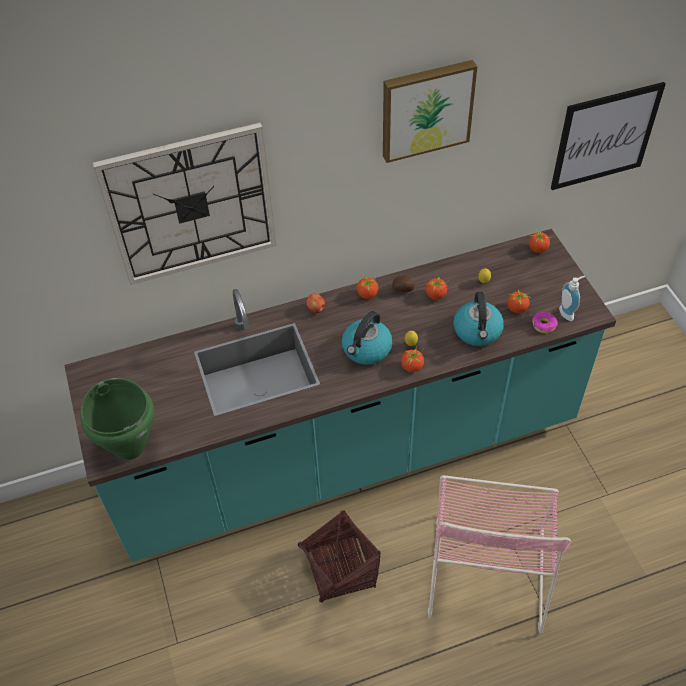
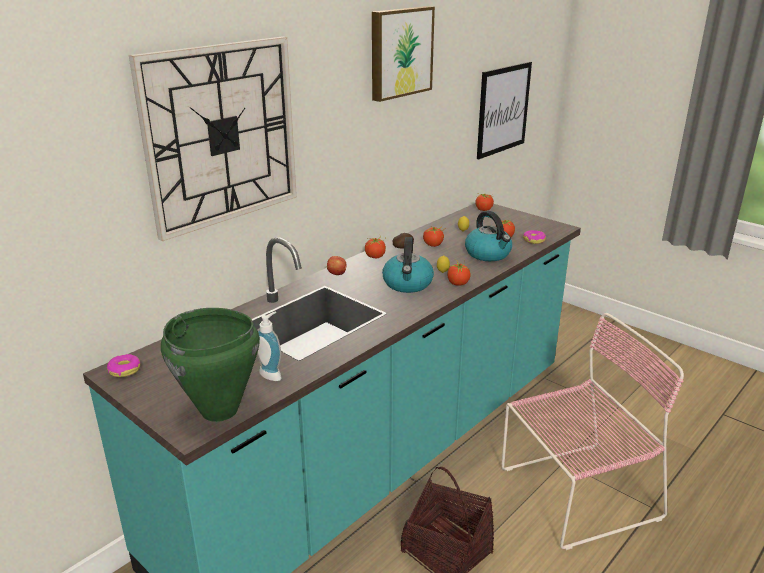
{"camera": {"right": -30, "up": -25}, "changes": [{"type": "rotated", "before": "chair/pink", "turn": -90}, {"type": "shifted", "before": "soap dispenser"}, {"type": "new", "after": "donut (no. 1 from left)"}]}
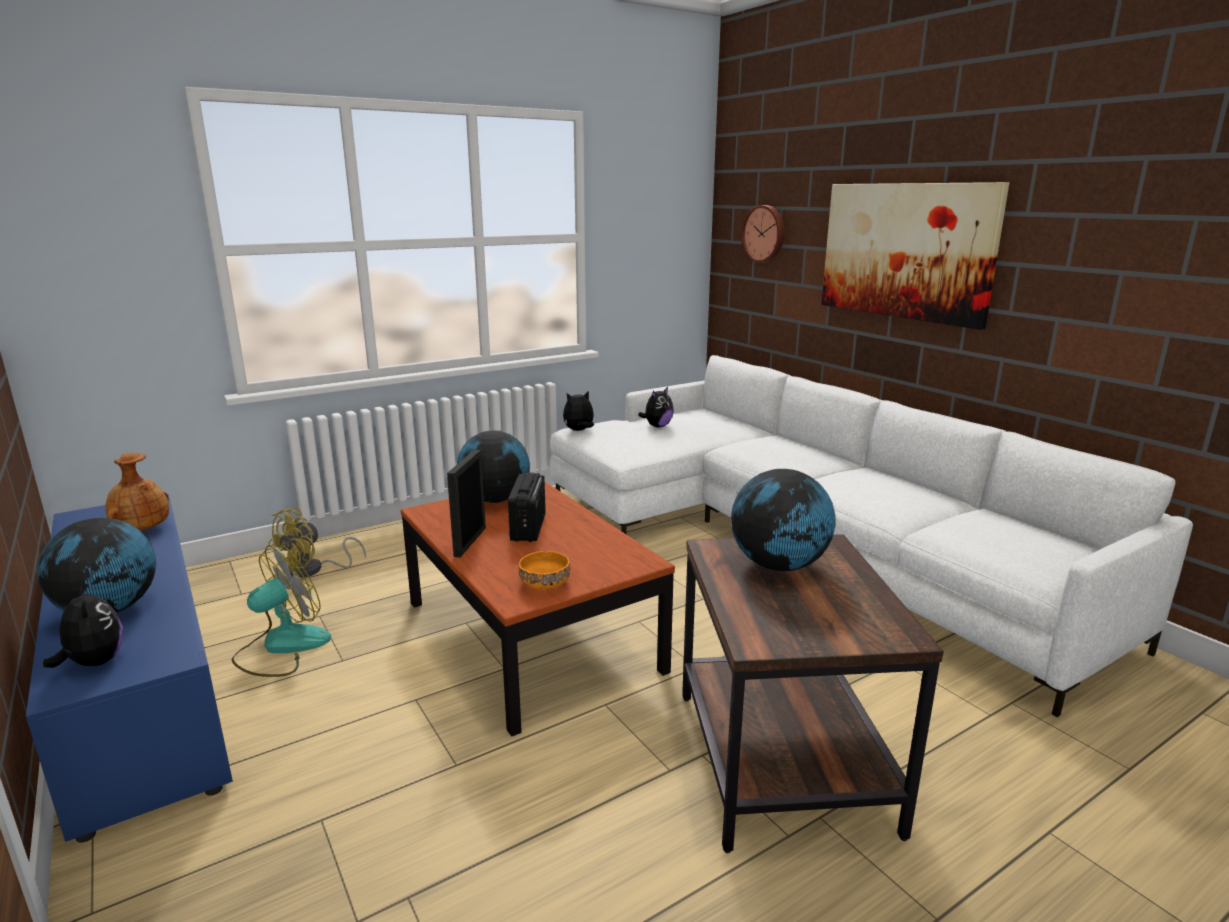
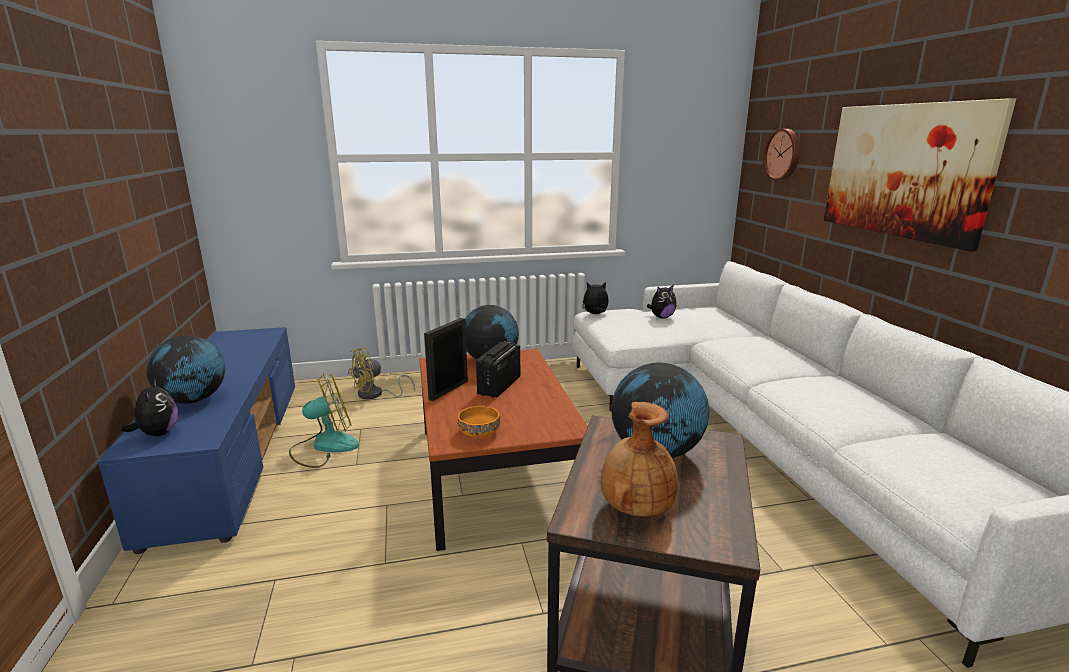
{"camera": {"right": 20, "up": 0}, "changes": [{"type": "shifted", "before": "vase/brown"}]}
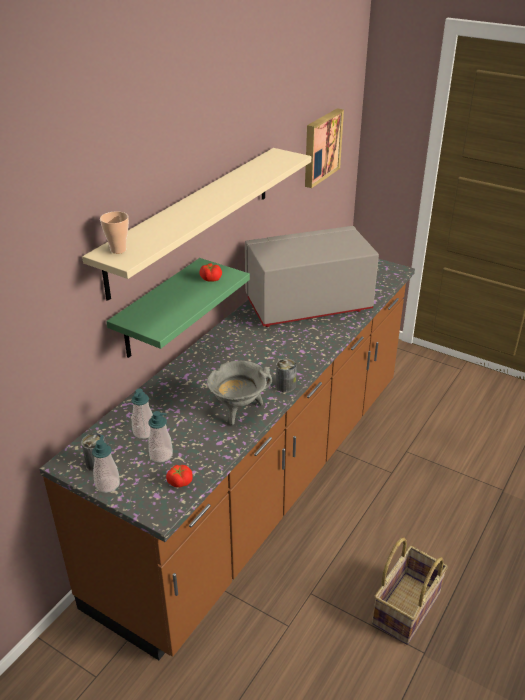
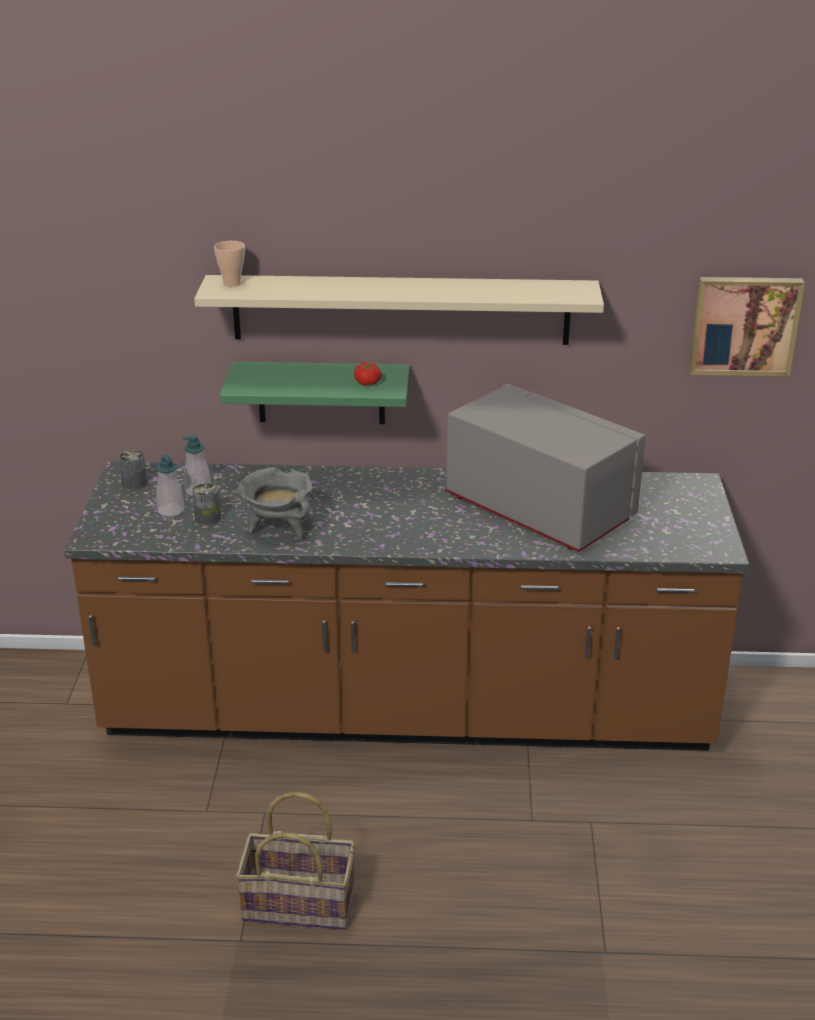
{"camera": {"right": 60, "up": -5}, "changes": [{"type": "gone", "before": "soap dispenser (no. 1 from left)"}, {"type": "gone", "before": "tomato (no. 1 from left)"}, {"type": "shifted", "before": "can (no. 2 from left)"}]}
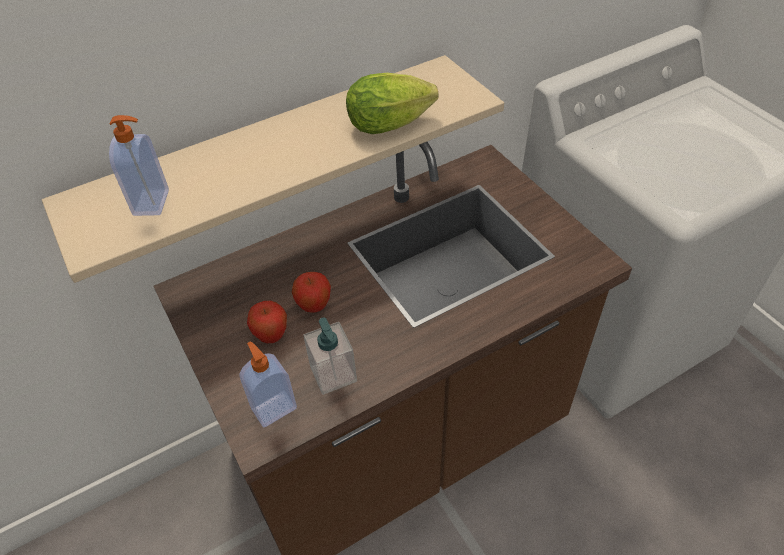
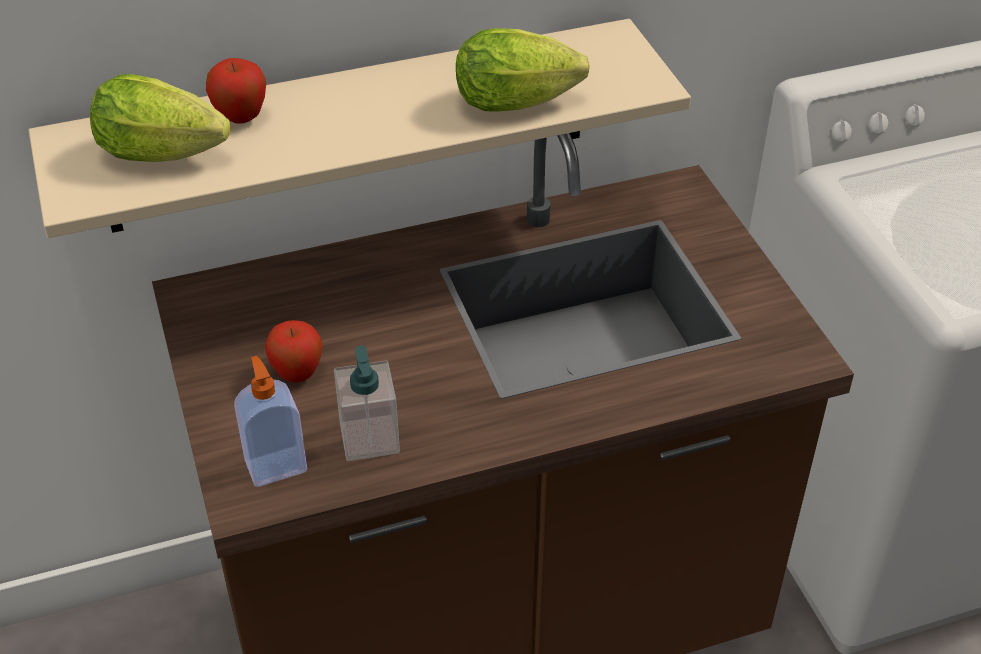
{"camera": {"right": 10, "up": -5}, "changes": [{"type": "swapped", "before": "soap dispenser (no. 1 from left)", "after": "lettuce (no. 1 from left)"}, {"type": "shifted", "before": "apple (no. 2 from left in the first image)", "after": "apple (no. 1 from left)"}]}
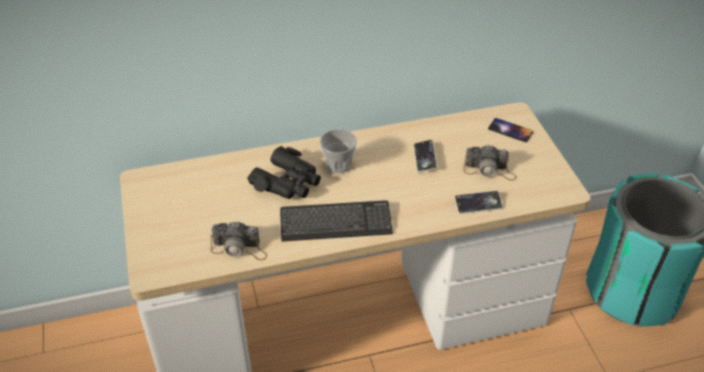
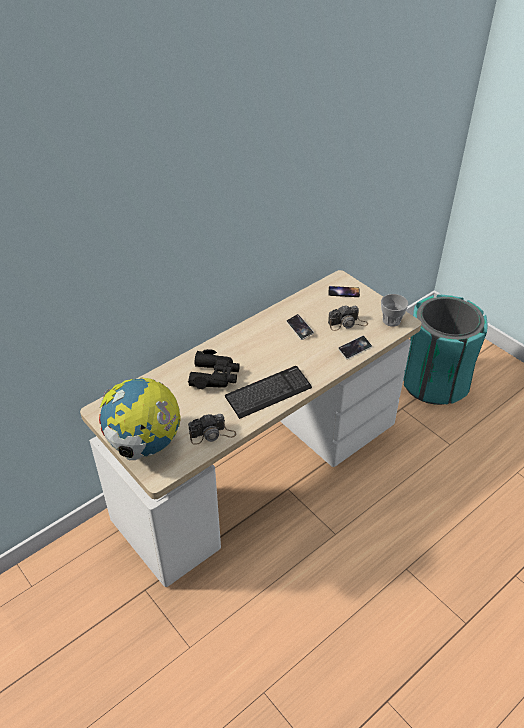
{"camera": {"right": -25, "up": 0}, "changes": [{"type": "shifted", "before": "cup"}, {"type": "new", "after": "globe"}]}
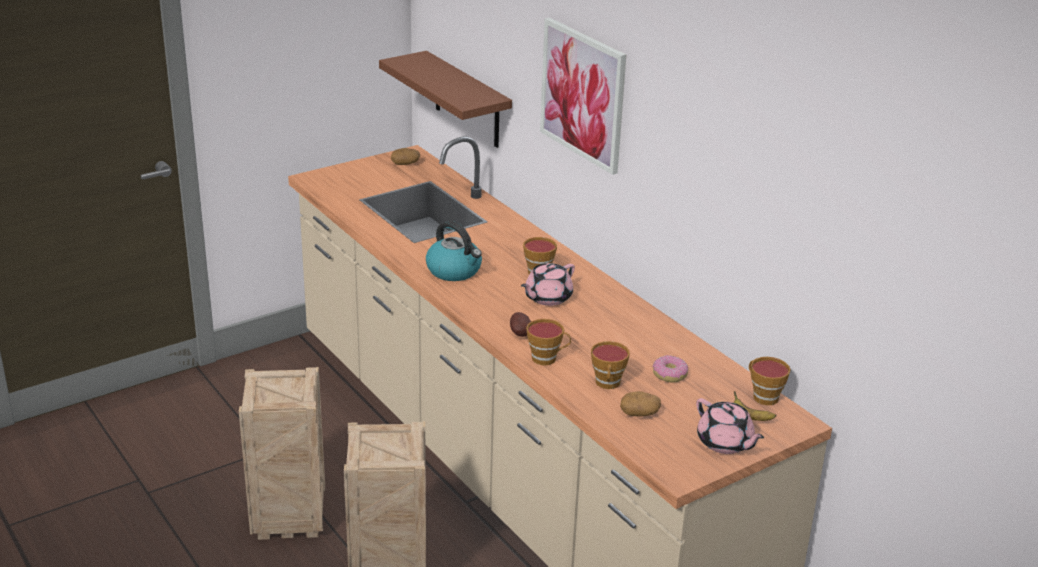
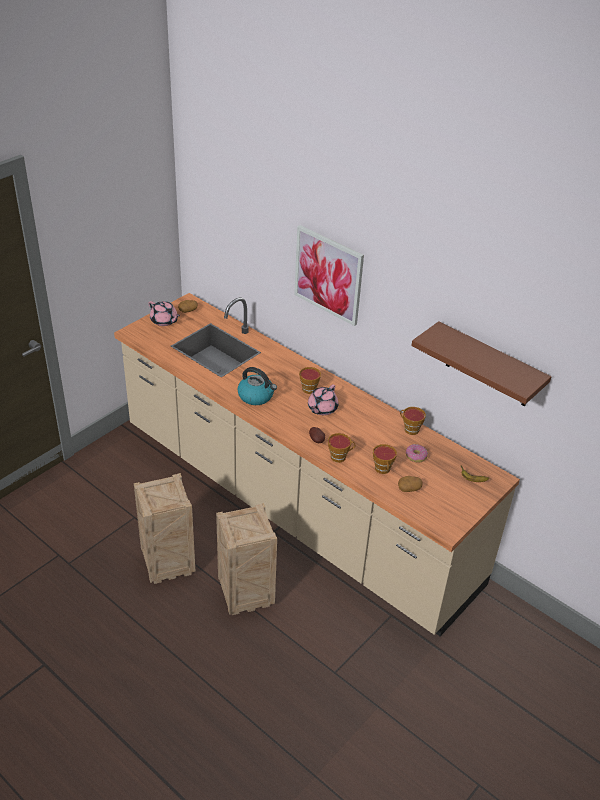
{"camera": {"right": -15, "up": 10}, "changes": [{"type": "shifted", "before": "shelf/brown"}, {"type": "shifted", "before": "teapot/pink (no. 2 from left in the first image)", "after": "teapot/pink (no. 1 from left)"}, {"type": "shifted", "before": "cup (no. 4 from left)"}]}
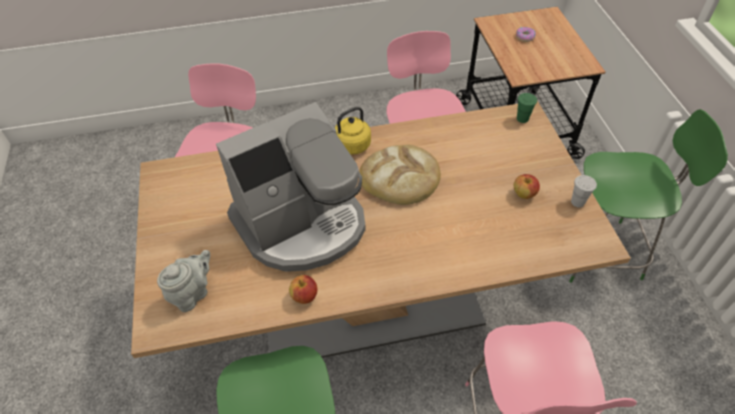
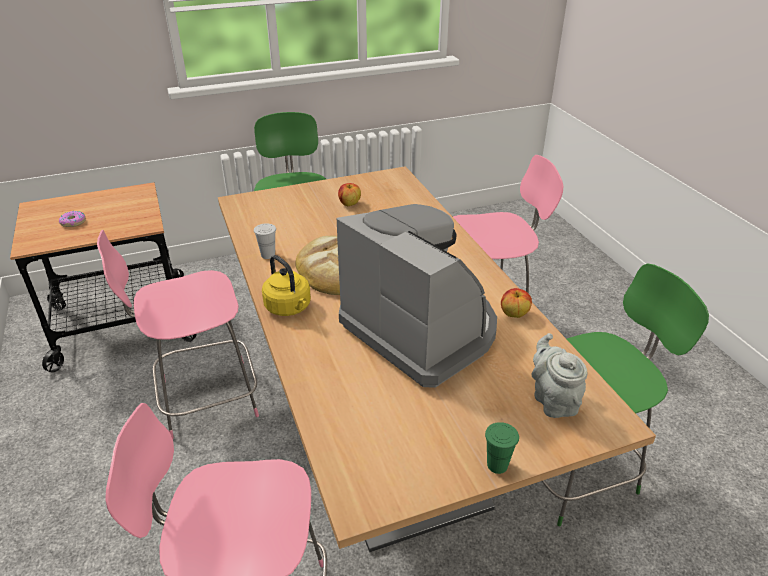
{"camera": {"right": -100, "up": -15}, "changes": [{"type": "rotated", "before": "teapot/grey", "turn": 45}, {"type": "shifted", "before": "cup/green"}, {"type": "shifted", "before": "cup/white"}]}
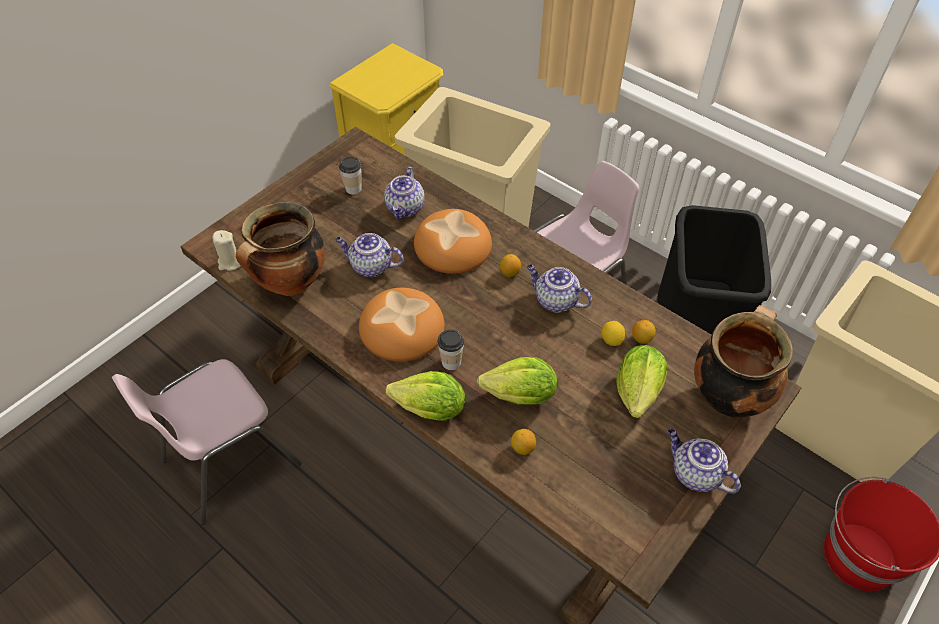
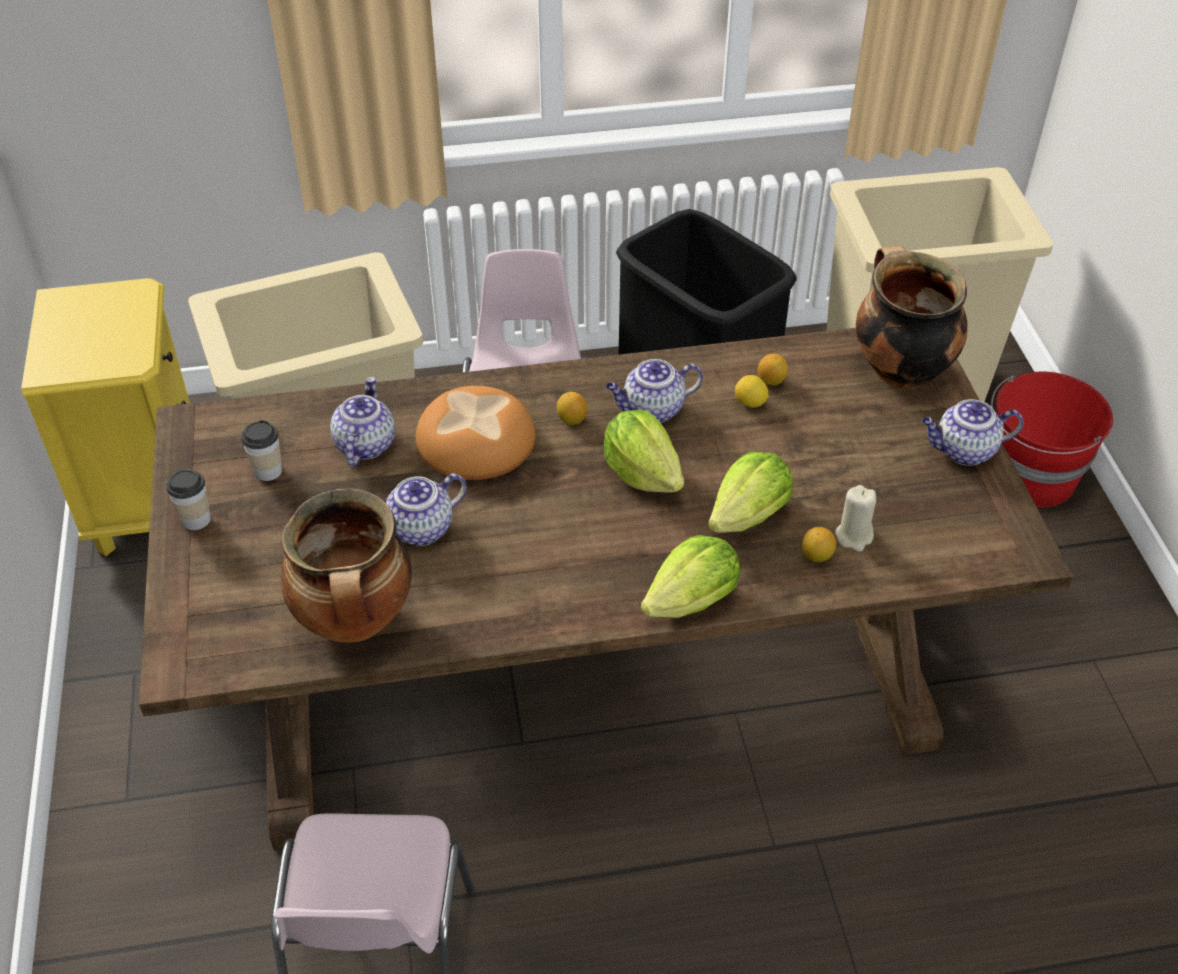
{"camera": {"right": -50, "up": -5}, "changes": [{"type": "shifted", "before": "candle/beige"}, {"type": "gone", "before": "bread (no. 1 from left)"}, {"type": "rotated", "before": "teapot (no. 2 from left in the first image)", "turn": -135}, {"type": "shifted", "before": "cup (no. 2 from left in the first image)", "after": "cup (no. 1 from left)"}, {"type": "shifted", "before": "lettuce (no. 3 from left in the first image)", "after": "lettuce (no. 1 from left)"}]}
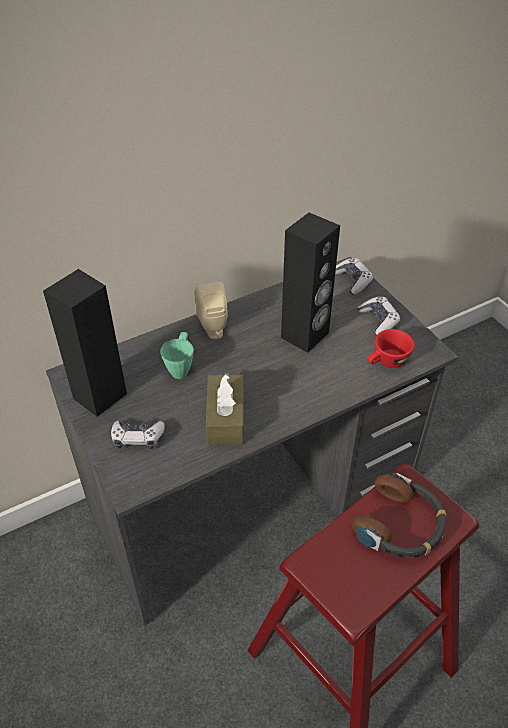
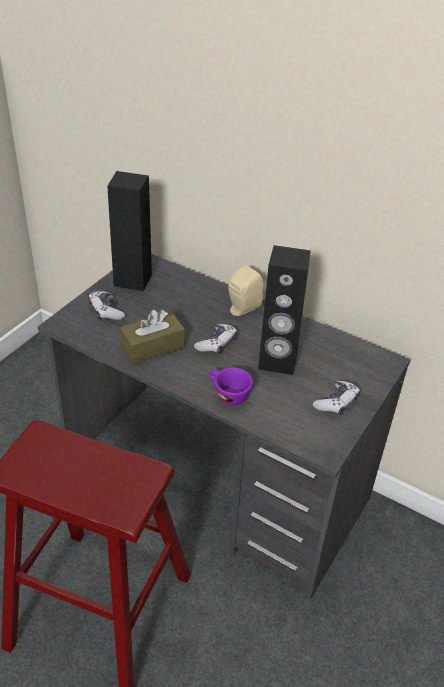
{"camera": {"right": 60, "up": -5}, "changes": [{"type": "gone", "before": "mug/green"}, {"type": "shifted", "before": "game controller (no. 2 from left)"}, {"type": "gone", "before": "headphones"}, {"type": "gone", "before": "cup/red"}, {"type": "new", "after": "cup/purple"}]}
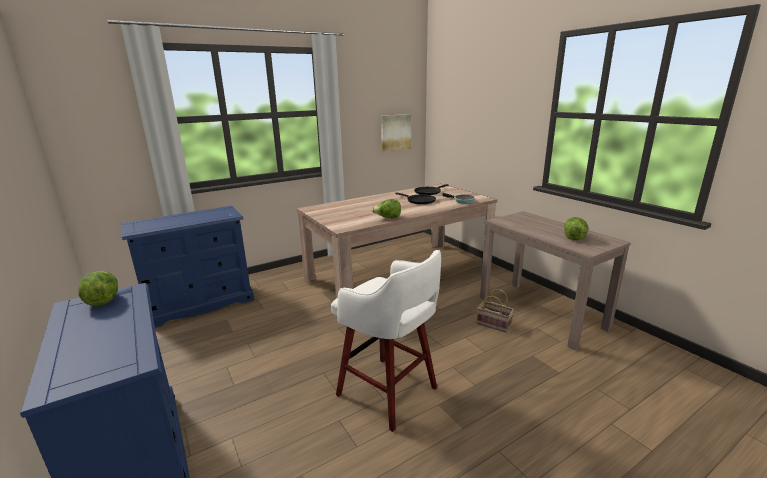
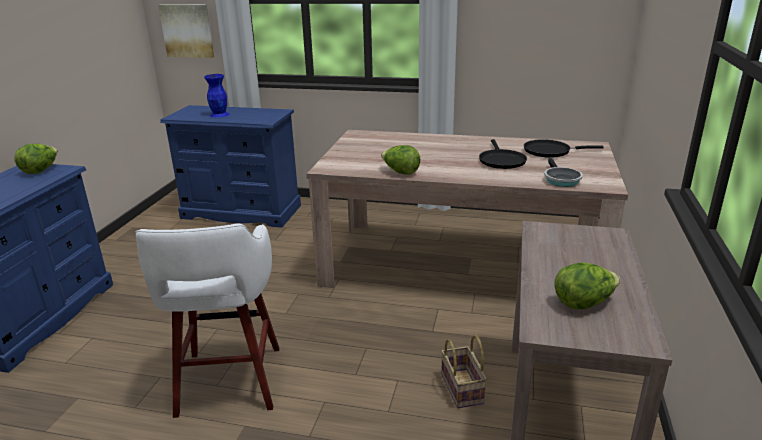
{"camera": {"right": 45, "up": 5}, "changes": [{"type": "shifted", "before": "picture"}, {"type": "new", "after": "vase/blue"}]}
